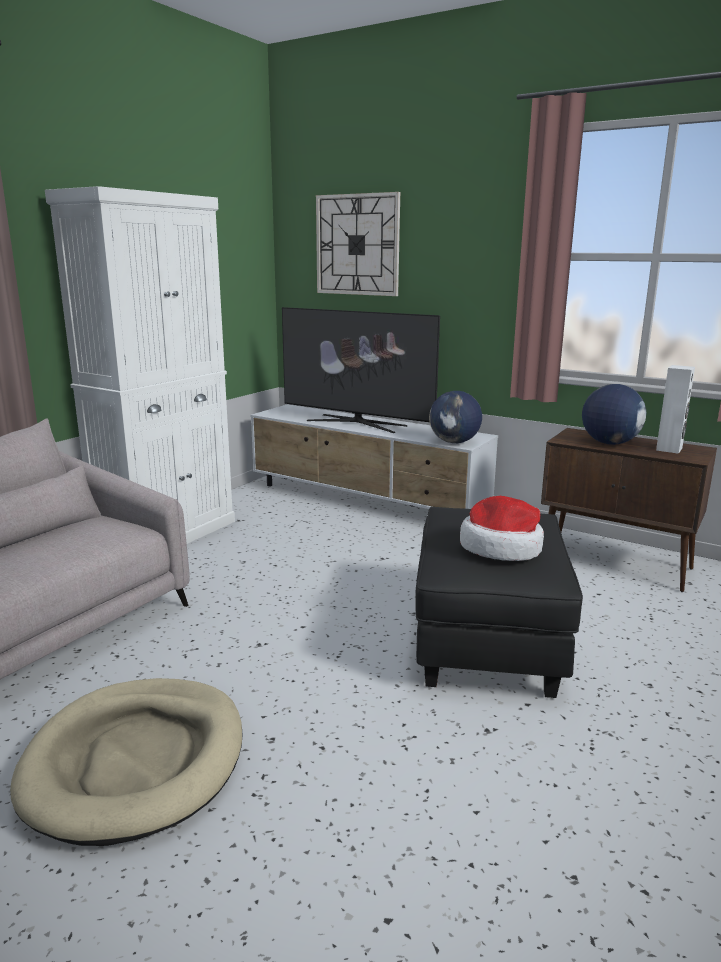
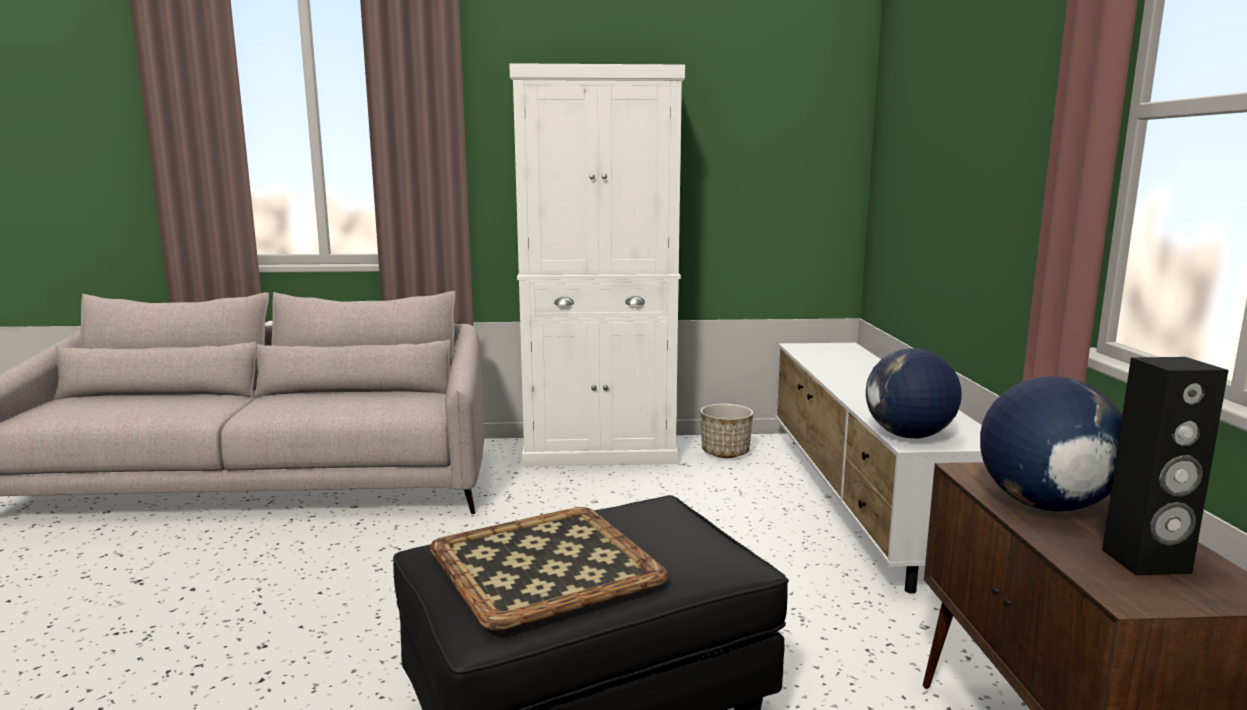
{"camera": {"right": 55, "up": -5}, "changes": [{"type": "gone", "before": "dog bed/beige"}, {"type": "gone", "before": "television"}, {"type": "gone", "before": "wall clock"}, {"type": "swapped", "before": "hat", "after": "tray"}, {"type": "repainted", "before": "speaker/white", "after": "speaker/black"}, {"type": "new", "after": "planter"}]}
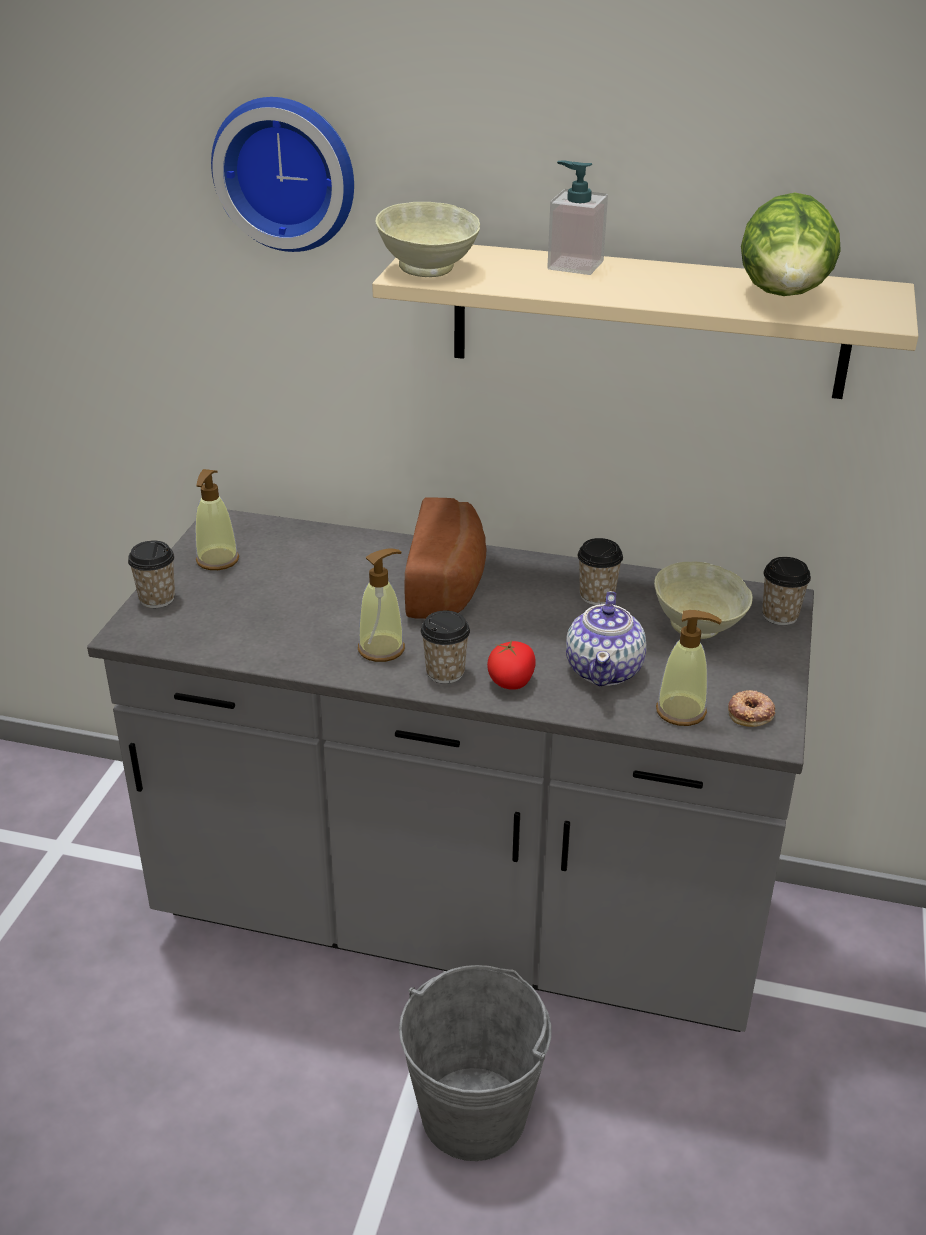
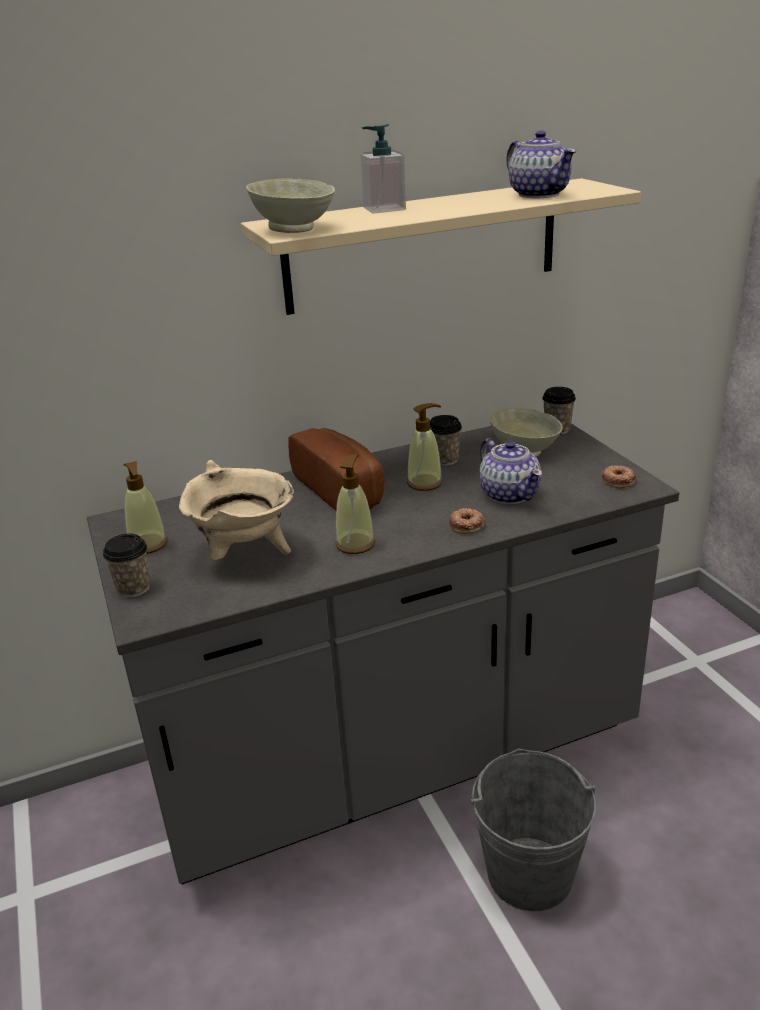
{"camera": {"right": -35, "up": -5}, "changes": [{"type": "gone", "before": "wall clock"}, {"type": "gone", "before": "cup (no. 2 from left)"}, {"type": "swapped", "before": "tomato", "after": "donut (no. 1 from left)"}, {"type": "shifted", "before": "soap dispenser (no. 4 from left)"}, {"type": "swapped", "before": "lettuce", "after": "teapot (no. 2 from left)"}, {"type": "new", "after": "cooking pot/beige"}]}
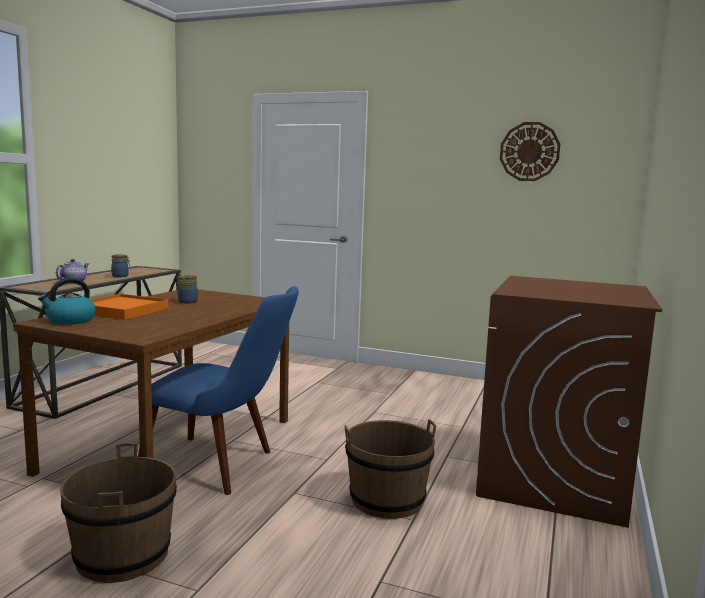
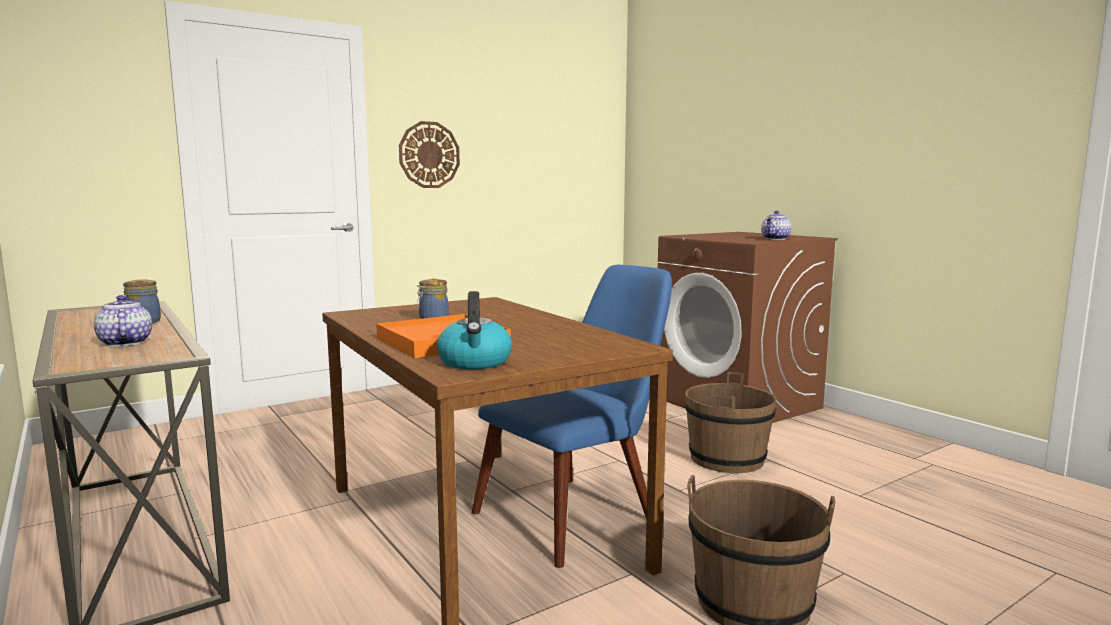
{"camera": {"right": -55, "up": 0}, "changes": [{"type": "shifted", "before": "wall clock"}, {"type": "new", "after": "teapot (no. 2 from left)"}]}
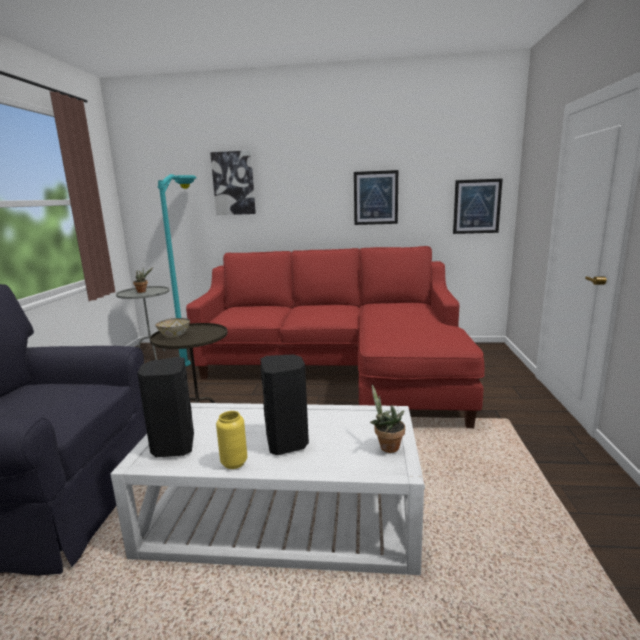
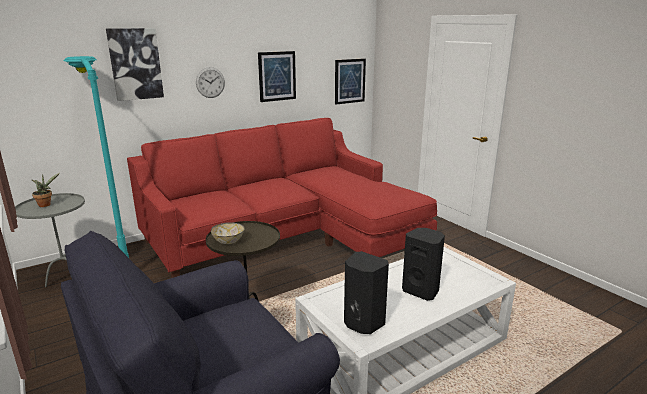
{"camera": {"right": -40, "up": 5}, "changes": [{"type": "gone", "before": "vase/yellow"}, {"type": "gone", "before": "potted plant (no. 2 from left)"}, {"type": "new", "after": "wall clock"}]}
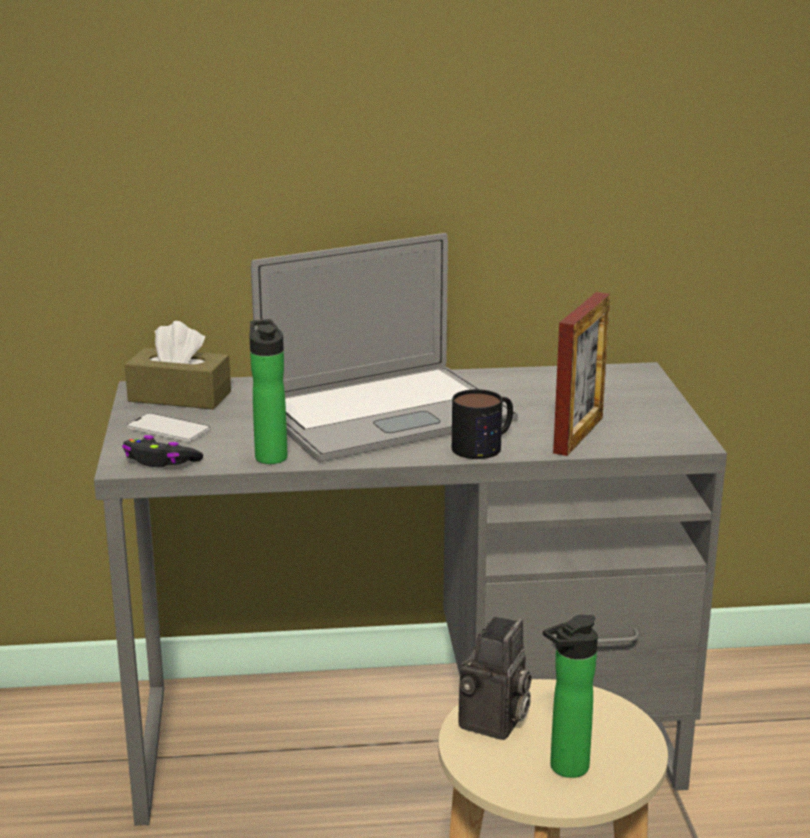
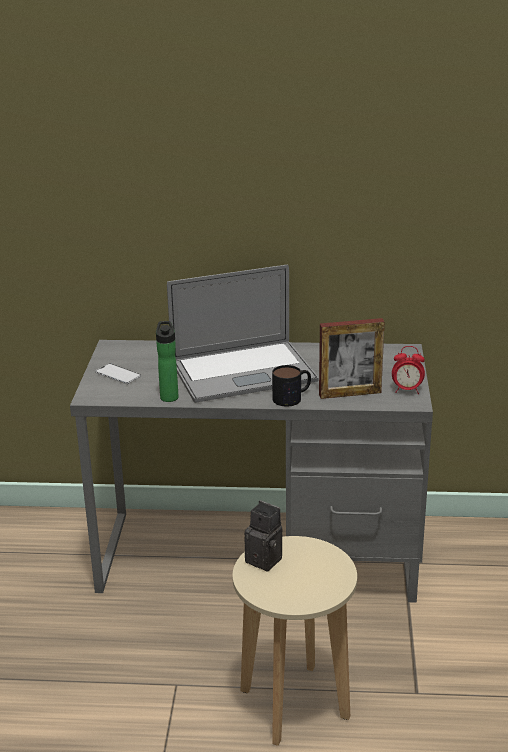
{"camera": {"right": 10, "up": 5}, "changes": [{"type": "gone", "before": "game controller/black"}, {"type": "gone", "before": "tissue box/brown"}, {"type": "rotated", "before": "photo camera", "turn": -90}, {"type": "gone", "before": "bottle (no. 2 from left)"}, {"type": "rotated", "before": "picture frame", "turn": 45}, {"type": "new", "after": "alarm clock"}]}
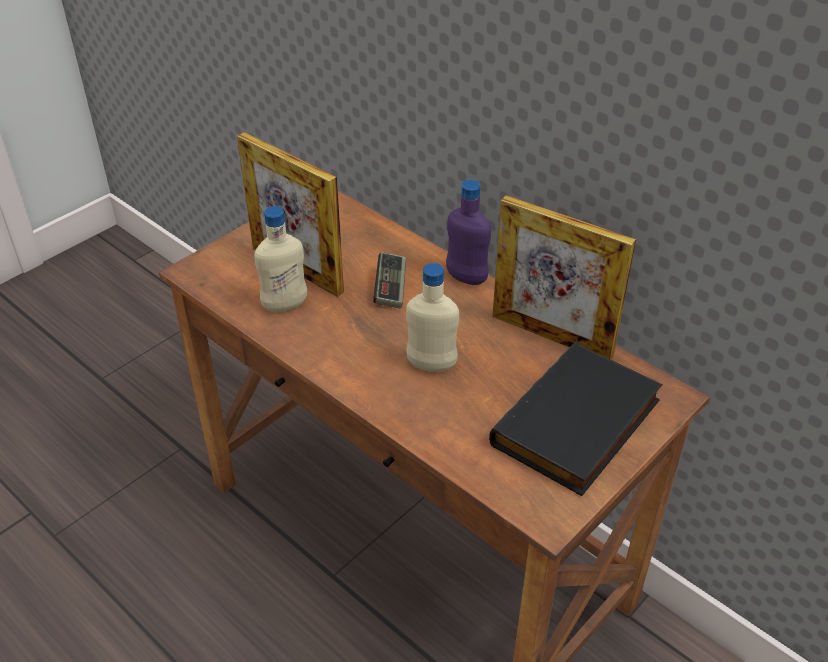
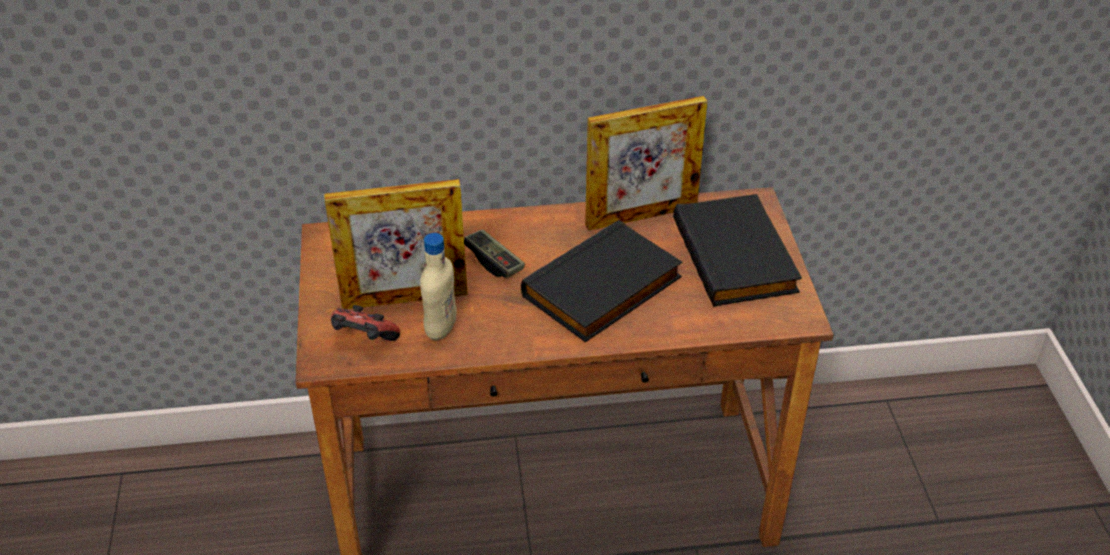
{"camera": {"right": -50, "up": 0}, "changes": [{"type": "swapped", "before": "bottle/beige (no. 2 from left)", "after": "book/black (no. 1 from left)"}, {"type": "gone", "before": "bottle/purple"}, {"type": "new", "after": "game controller (no. 1 from left)"}]}
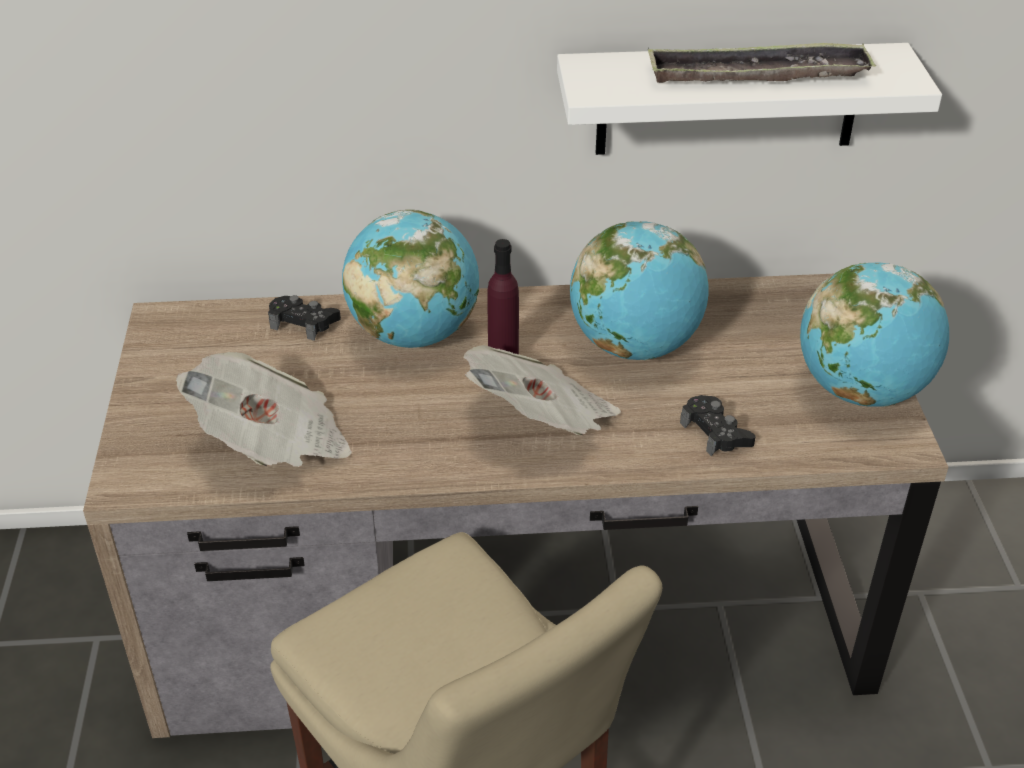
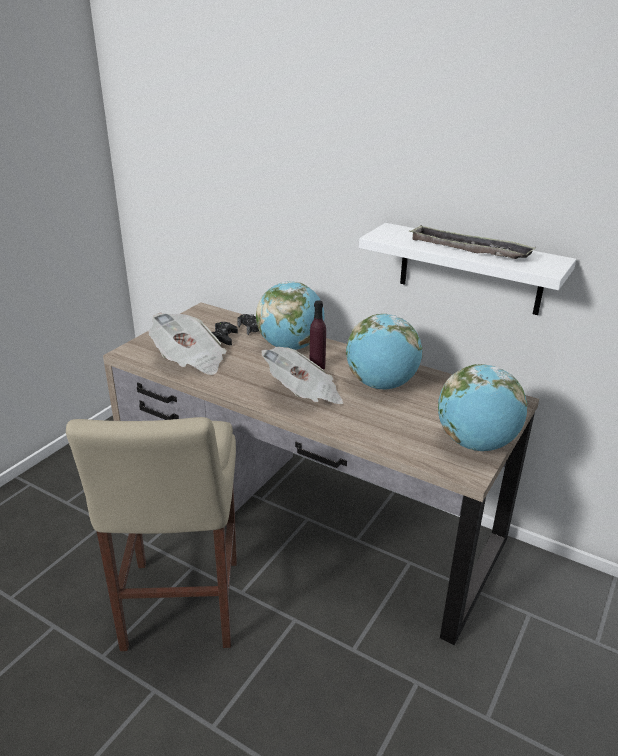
{"camera": {"right": 35, "up": -10}, "changes": [{"type": "shifted", "before": "game controller/black (no. 2 from left in the first image)", "after": "game controller/black (no. 1 from left)"}]}
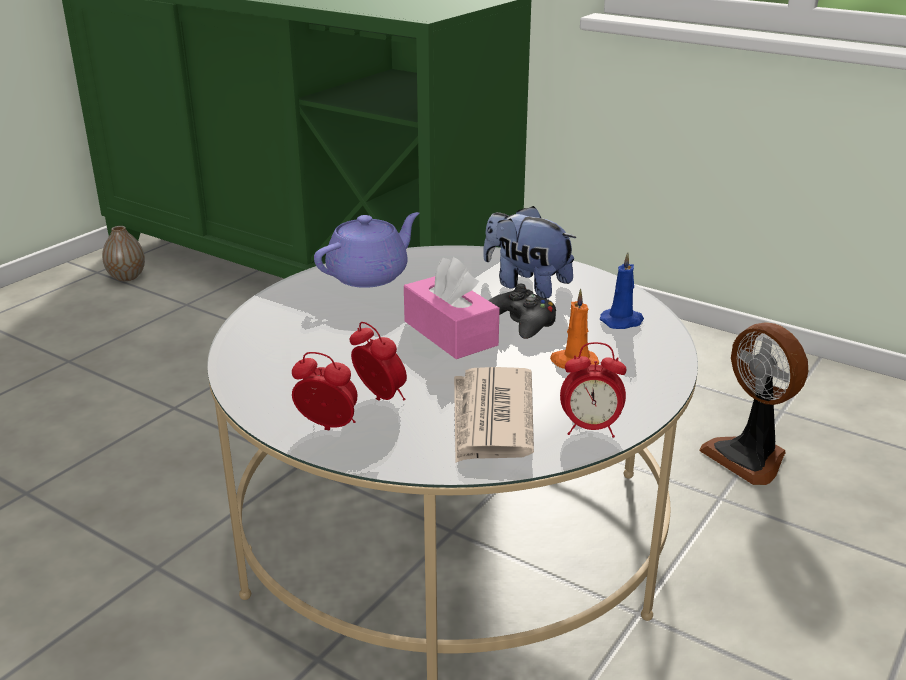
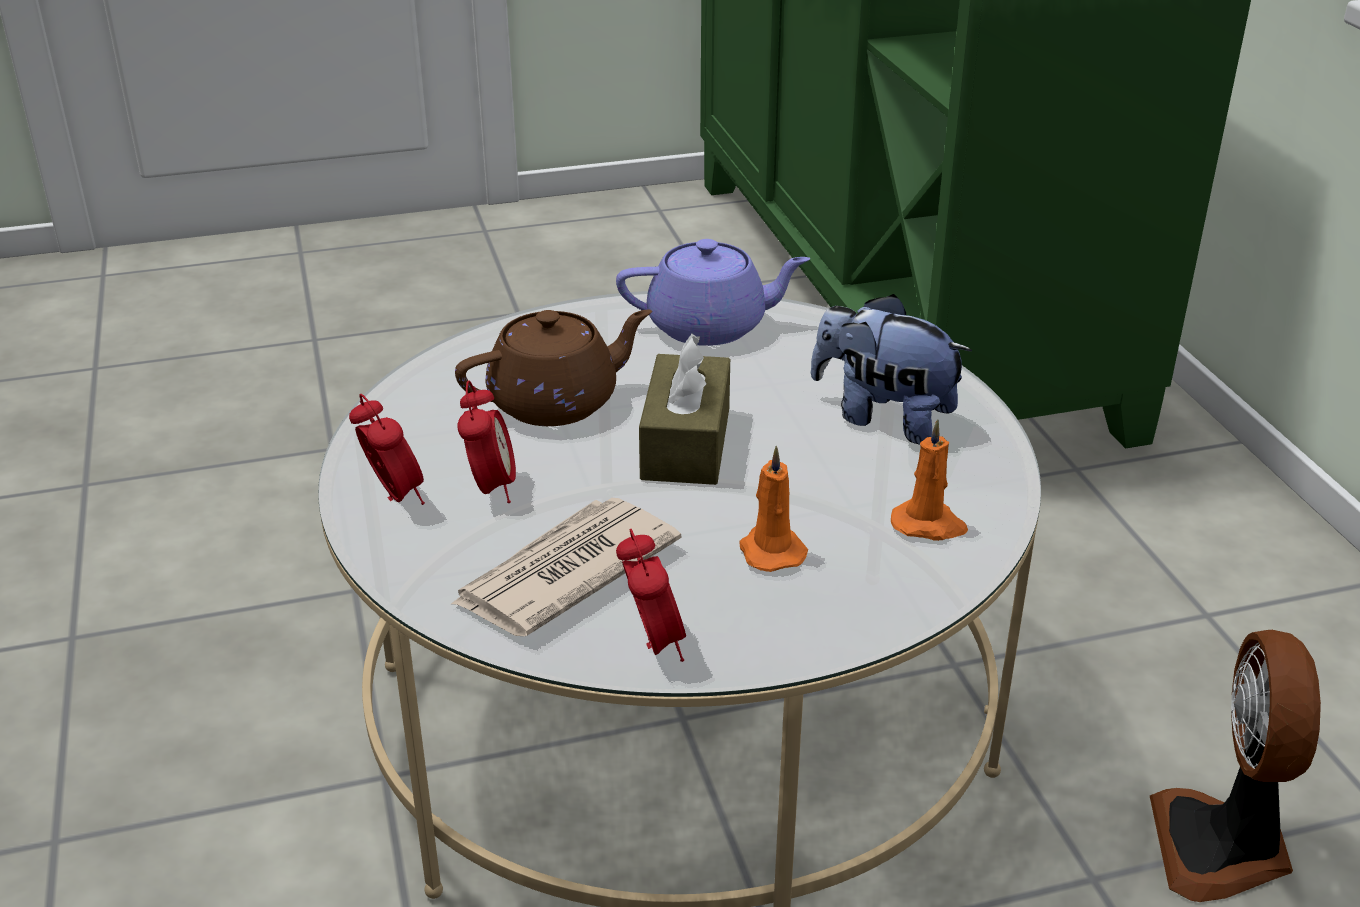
{"camera": {"right": 40, "up": 5}, "changes": [{"type": "gone", "before": "vase"}, {"type": "repainted", "before": "tissue box/pink", "after": "tissue box/brown"}, {"type": "rotated", "before": "plush toy", "turn": -45}, {"type": "gone", "before": "game controller/black"}, {"type": "rotated", "before": "alarm clock (no. 3 from left)", "turn": -150}, {"type": "repainted", "before": "candle/blue", "after": "candle/orange (no. 2 from left)"}, {"type": "new", "after": "teapot/brown"}]}
